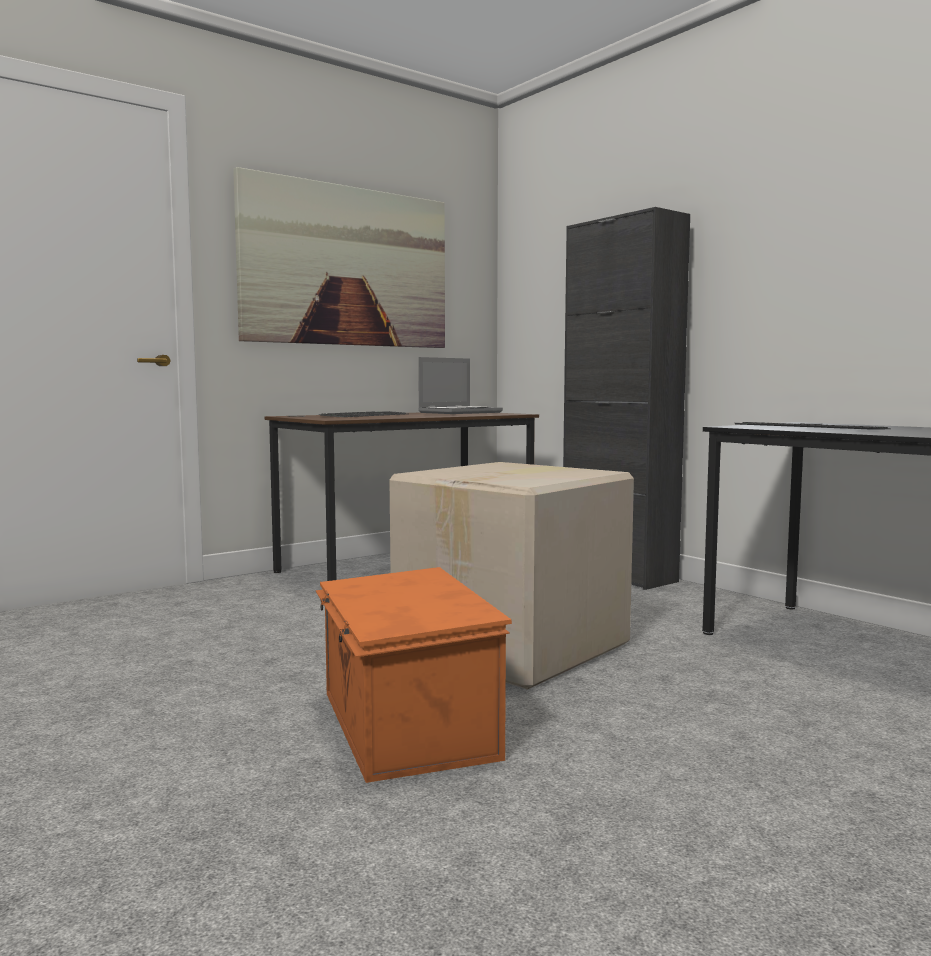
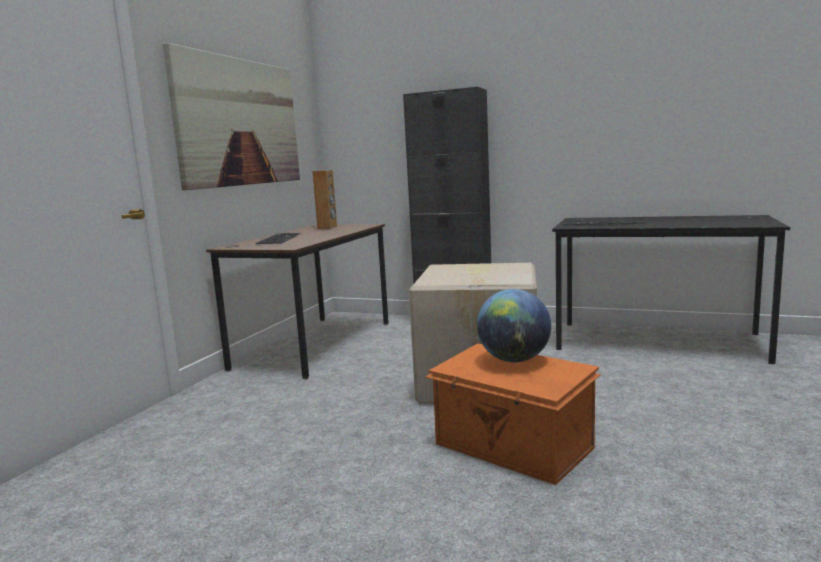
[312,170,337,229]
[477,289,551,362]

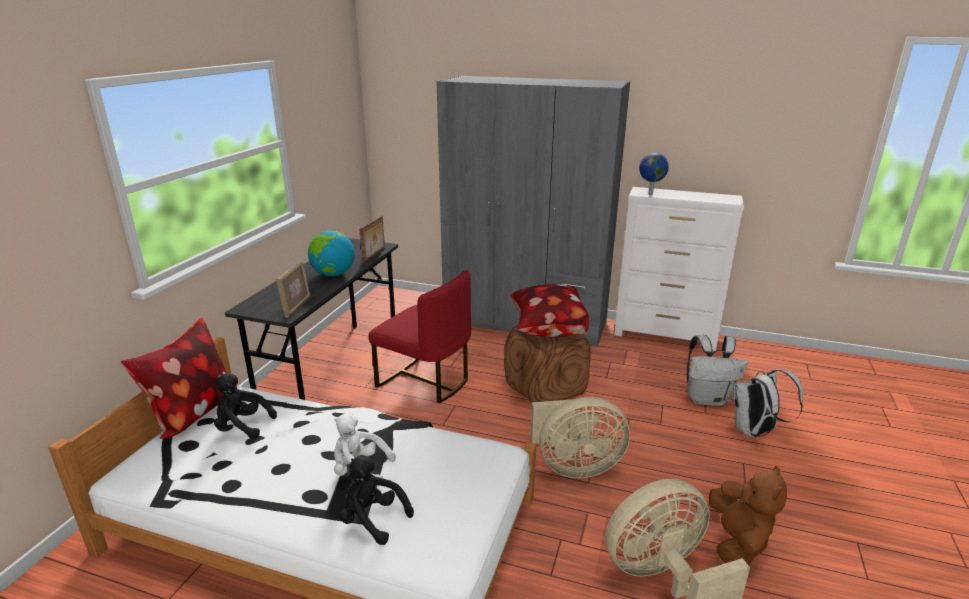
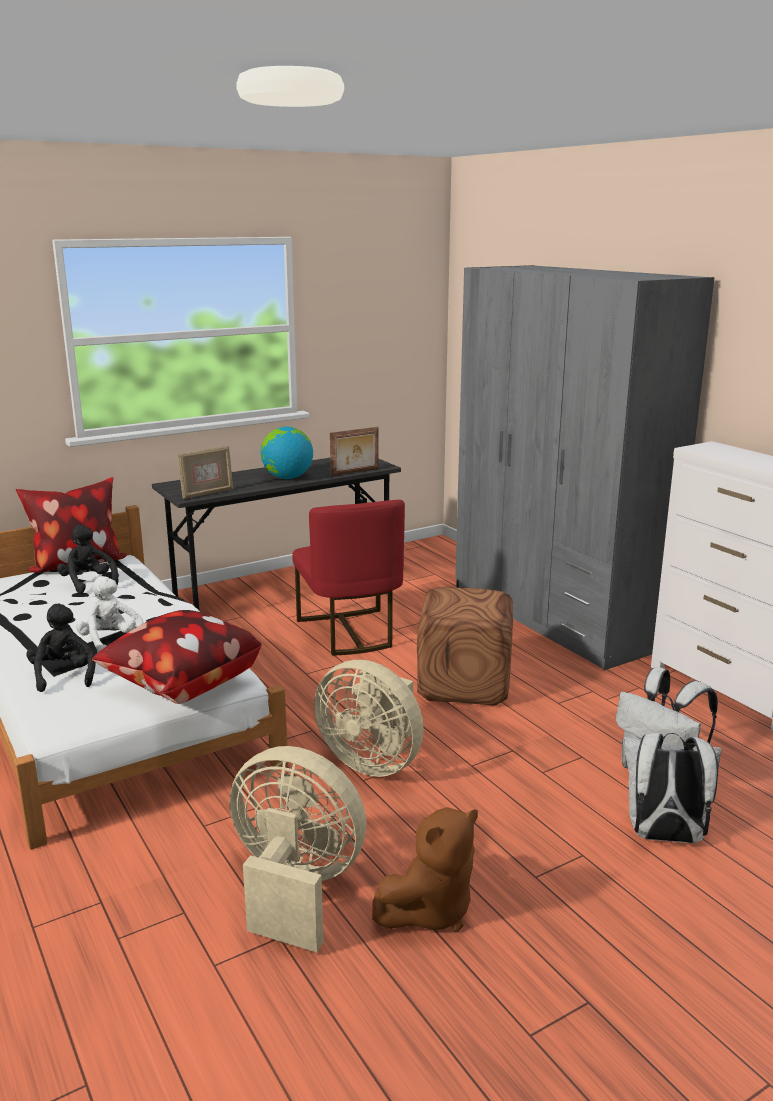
[639,153,669,195] (first image)
[92,610,262,704]

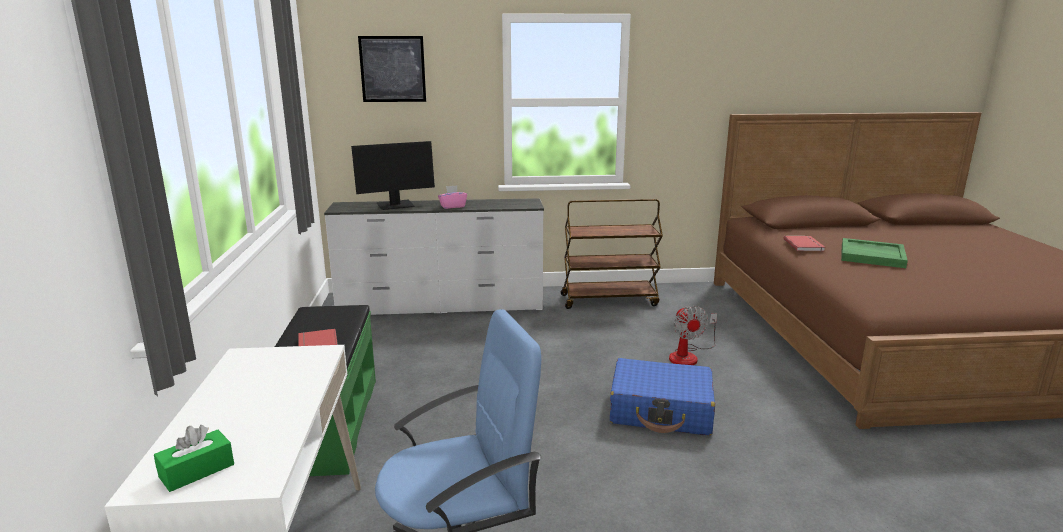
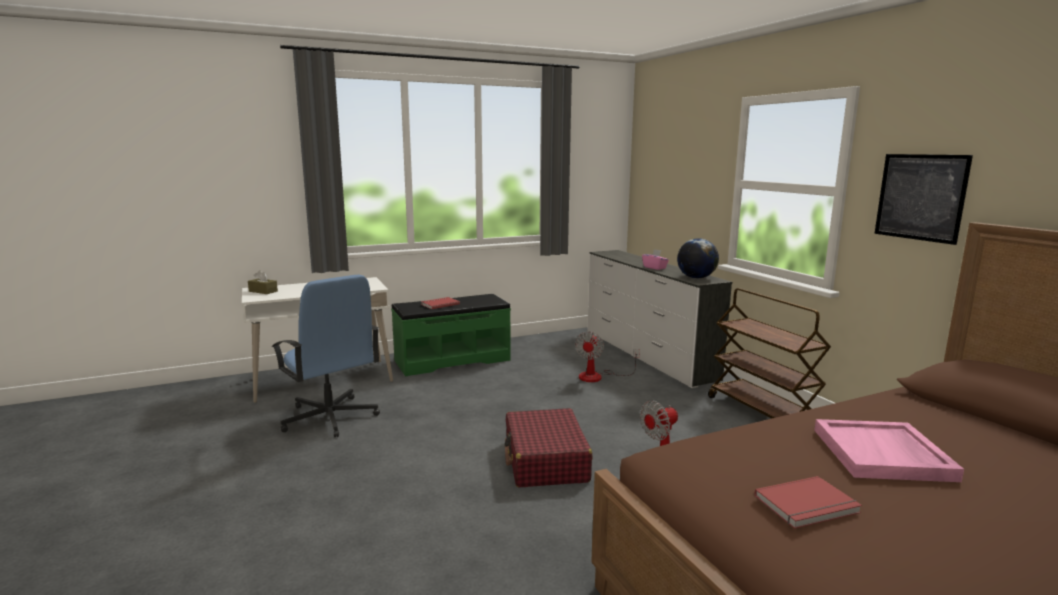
[874,154,973,245]
[351,141,435,210] (first image)
[754,476,862,529]
[814,419,964,482]
[505,408,593,487]
[248,270,278,294]
[677,238,719,279]
[575,331,640,382]

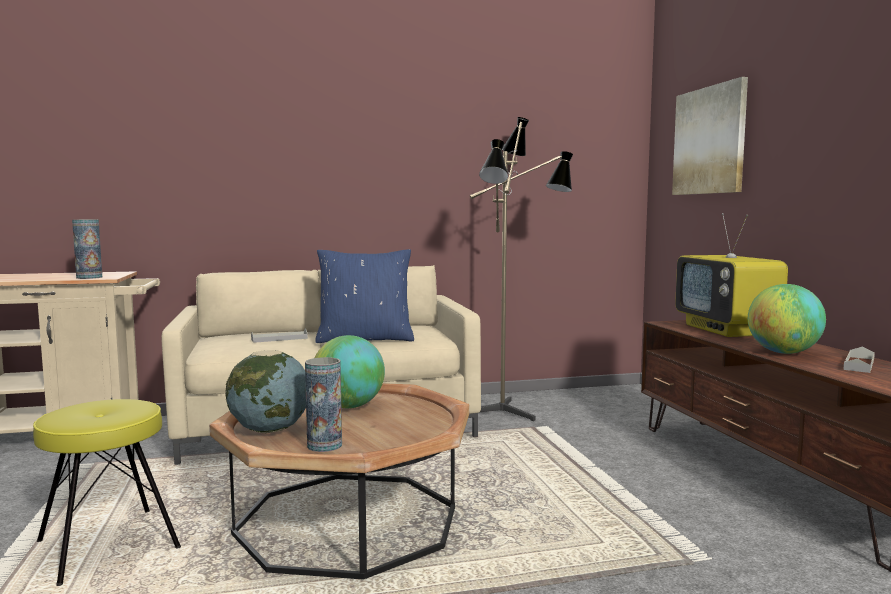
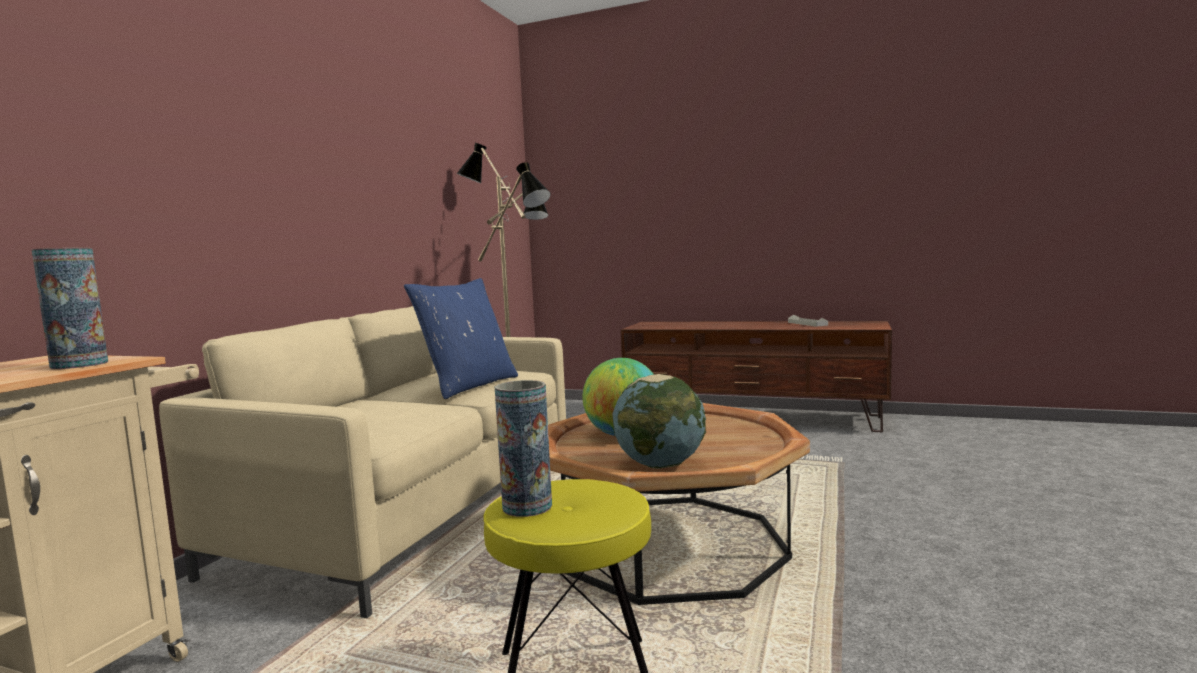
[672,77,748,195] (first image)
[675,213,788,337] (first image)
[748,284,826,354] (first image)
[251,328,308,343] (first image)
[495,380,552,517]

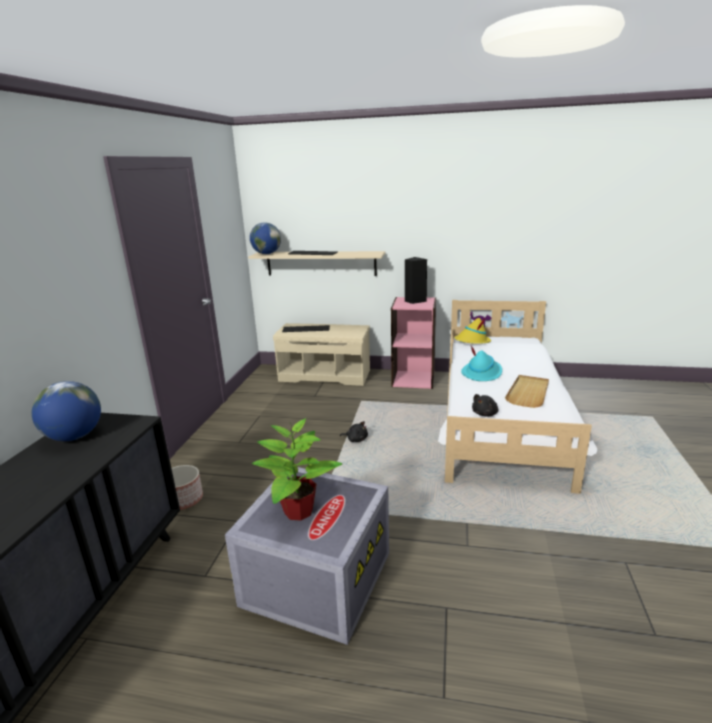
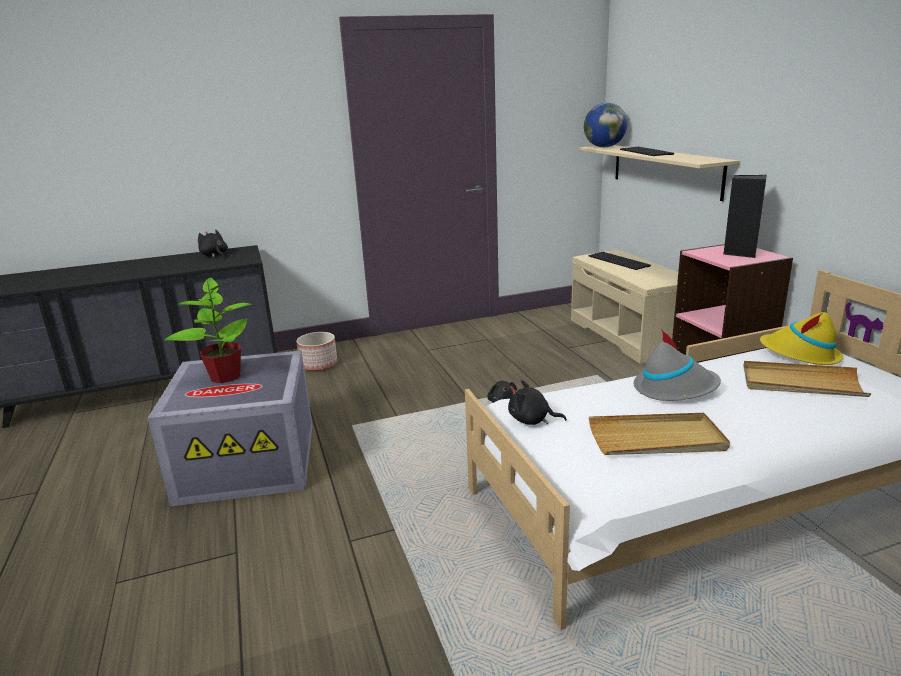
[634,329,721,401]
[198,230,228,257]
[743,361,871,397]

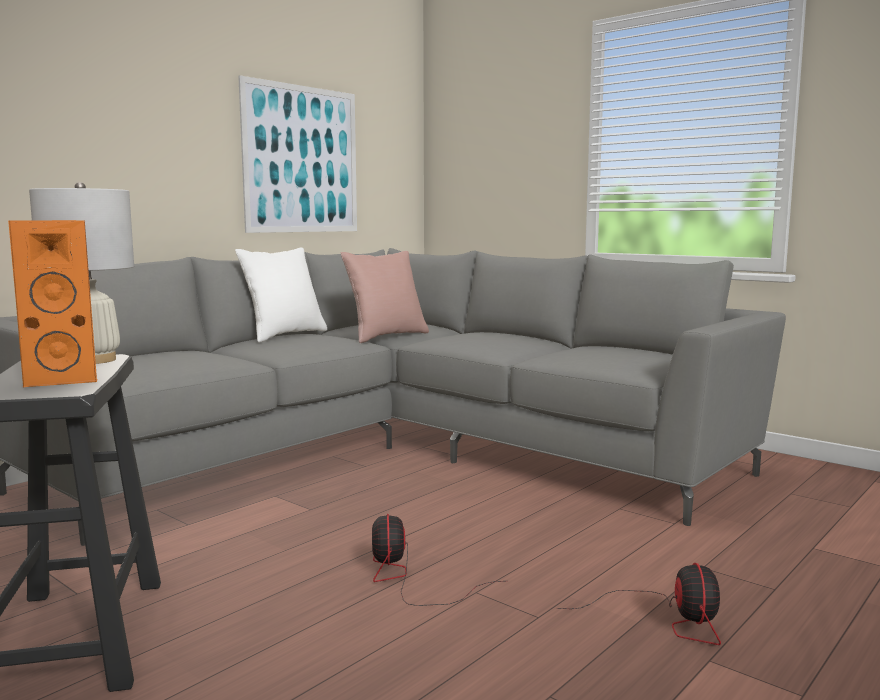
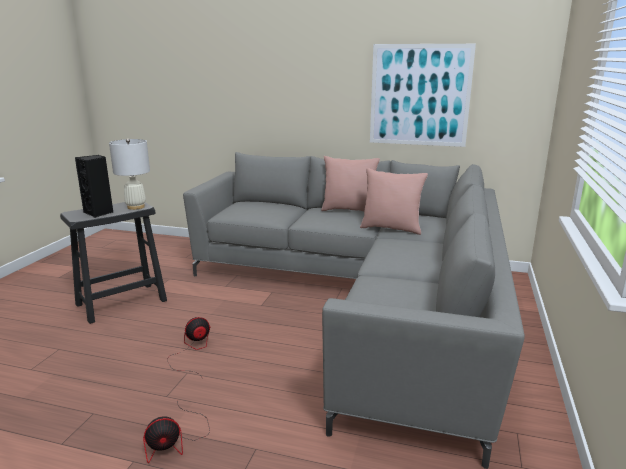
[75,155,113,218]
[321,156,380,211]

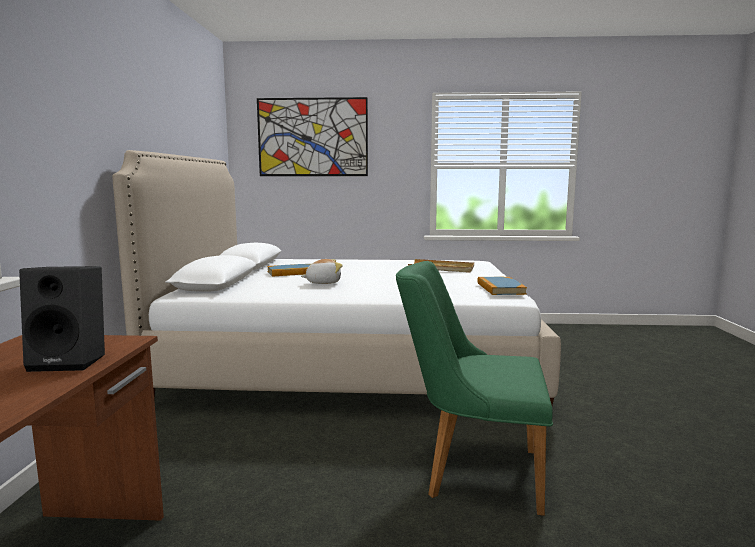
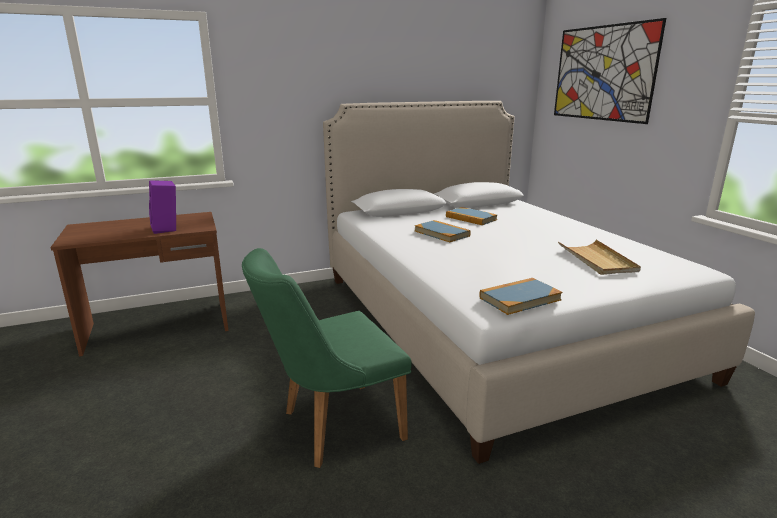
[415,220,471,242]
[242,248,412,468]
[149,180,176,234]

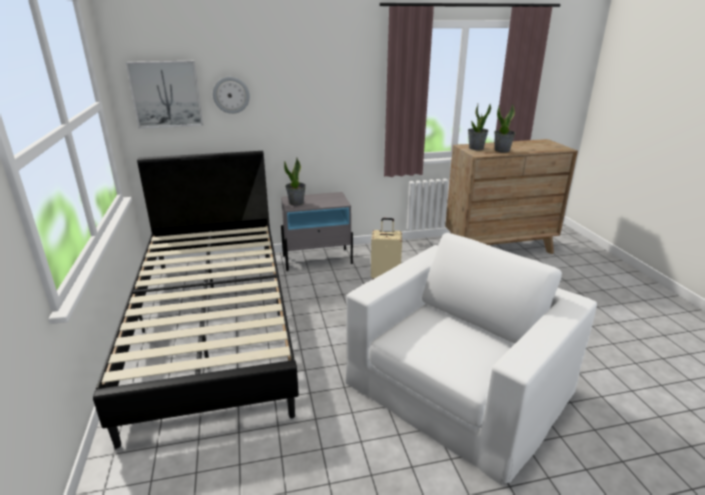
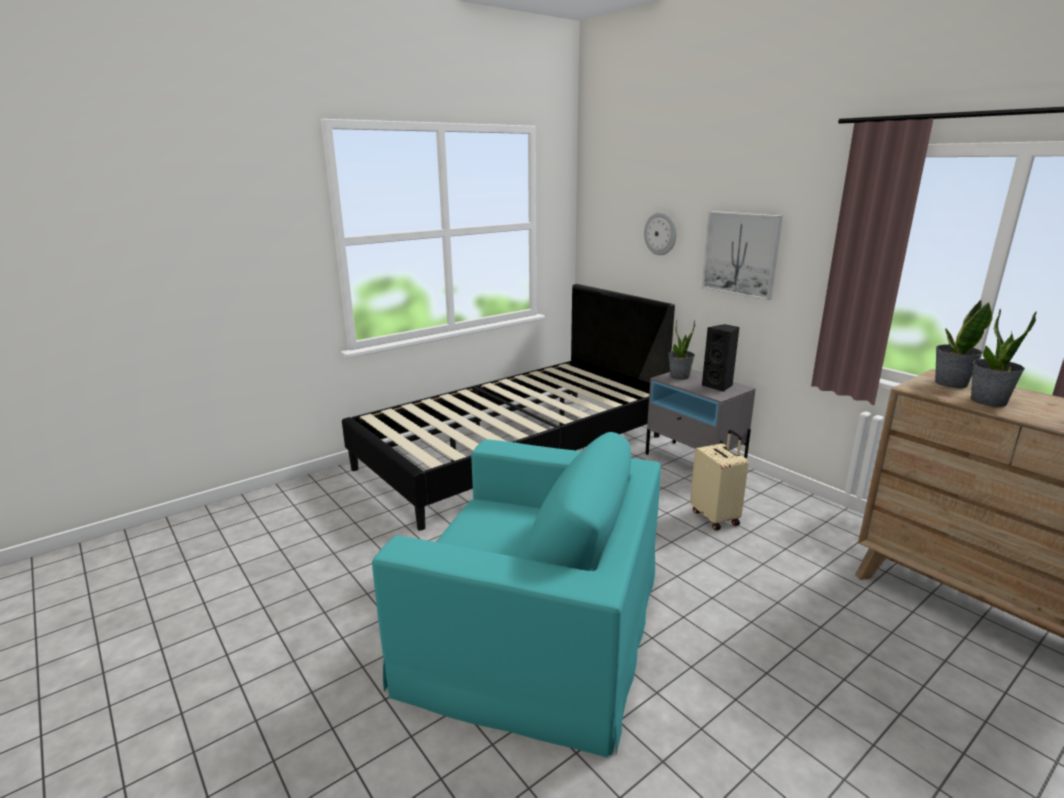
[702,211,783,300]
[372,432,661,758]
[702,324,739,392]

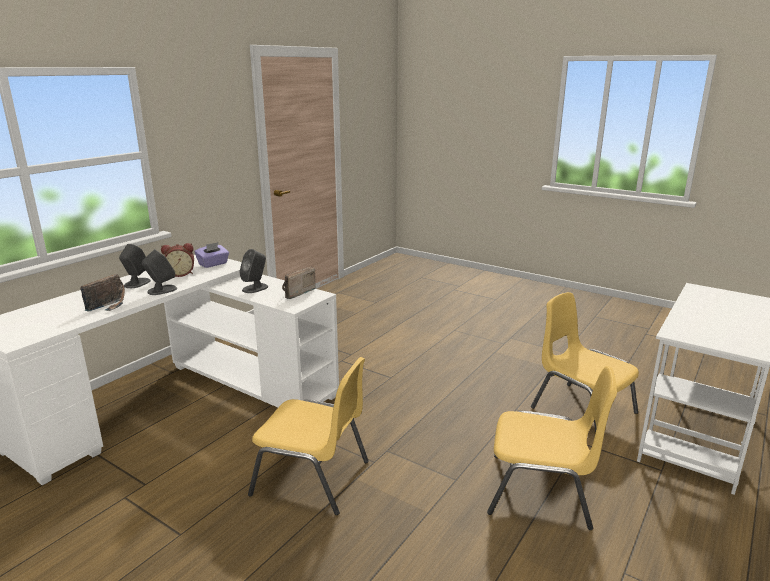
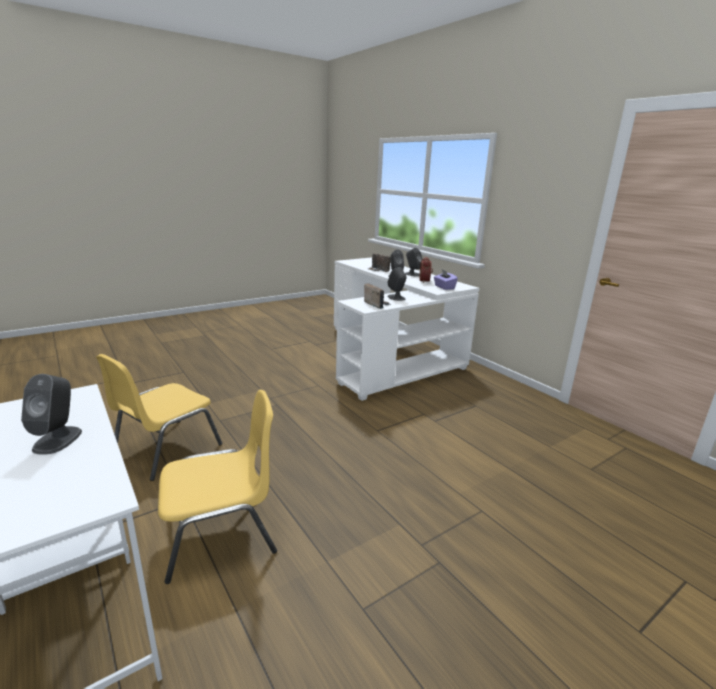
[248,357,369,515] (first image)
[21,374,82,455]

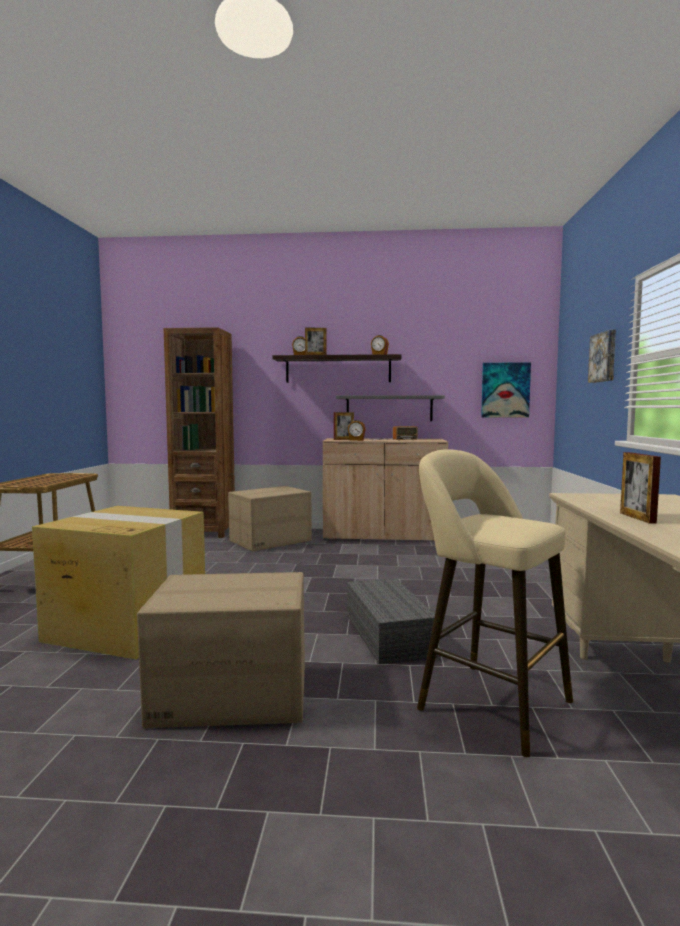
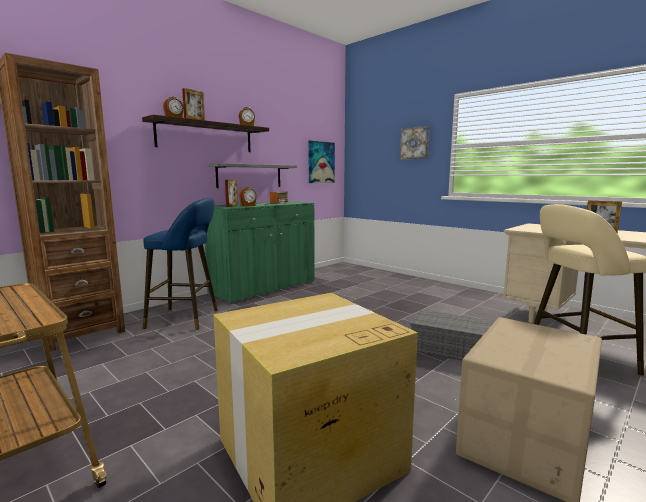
[205,201,315,304]
[143,198,218,330]

